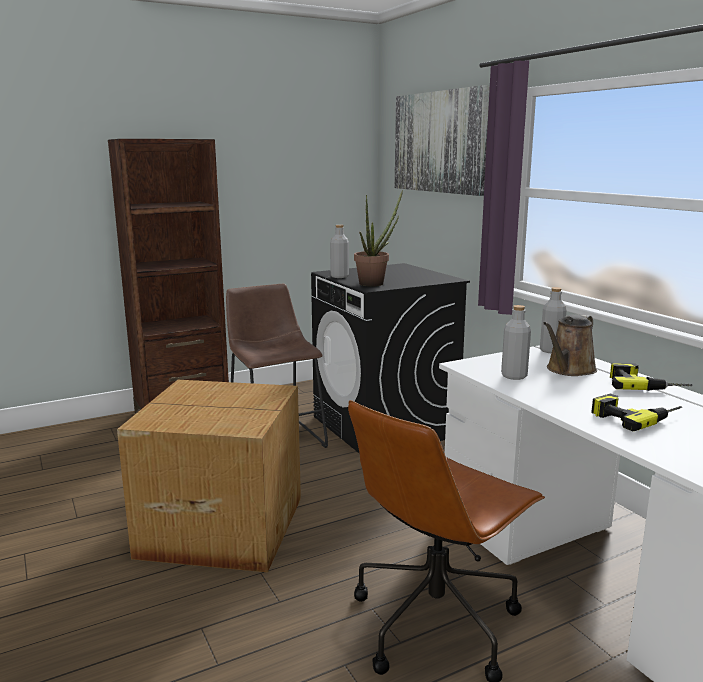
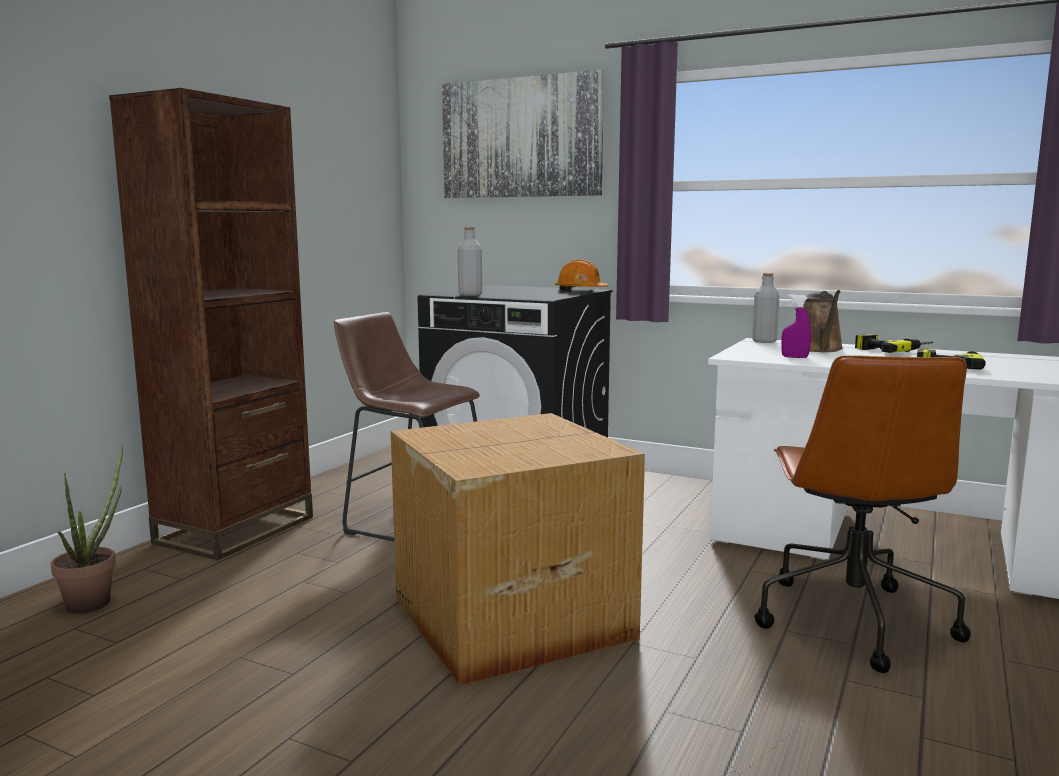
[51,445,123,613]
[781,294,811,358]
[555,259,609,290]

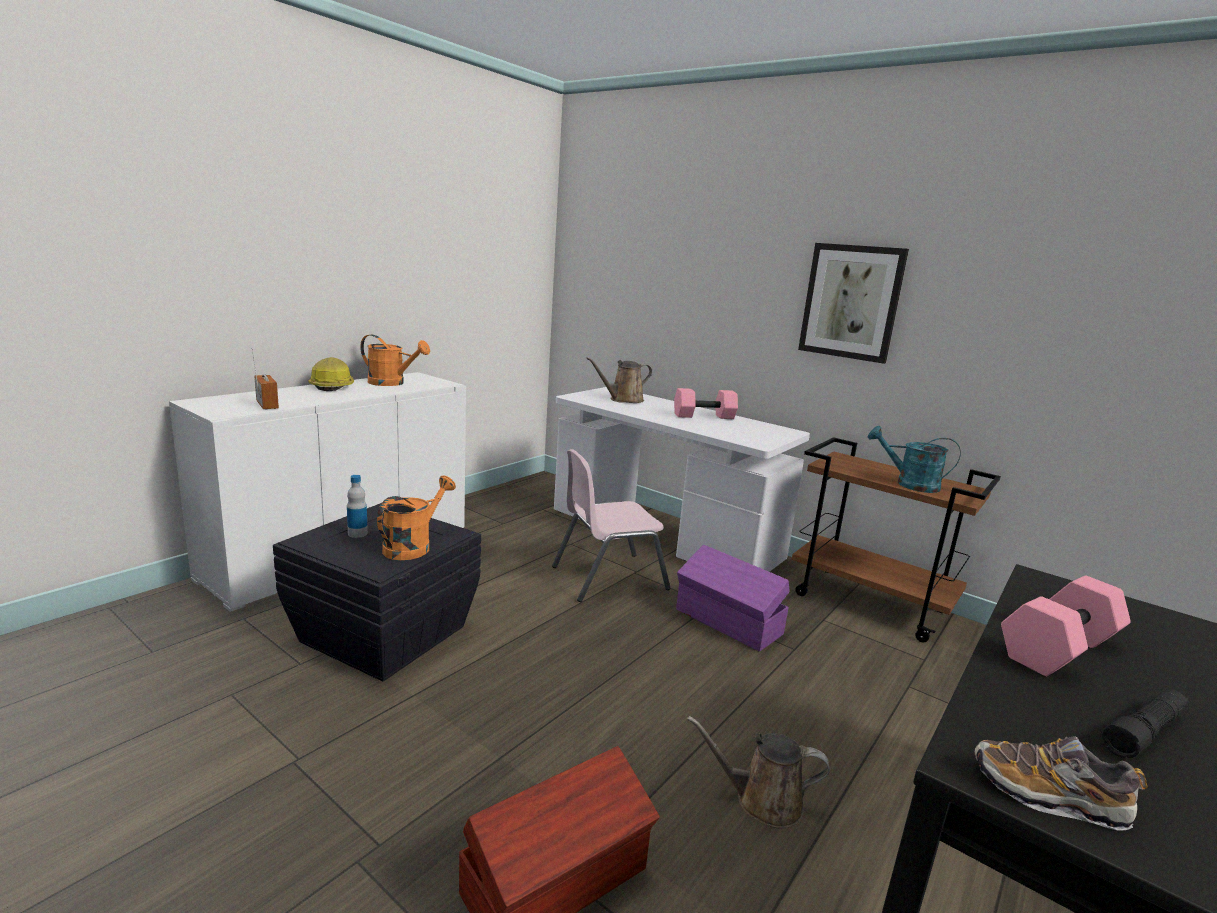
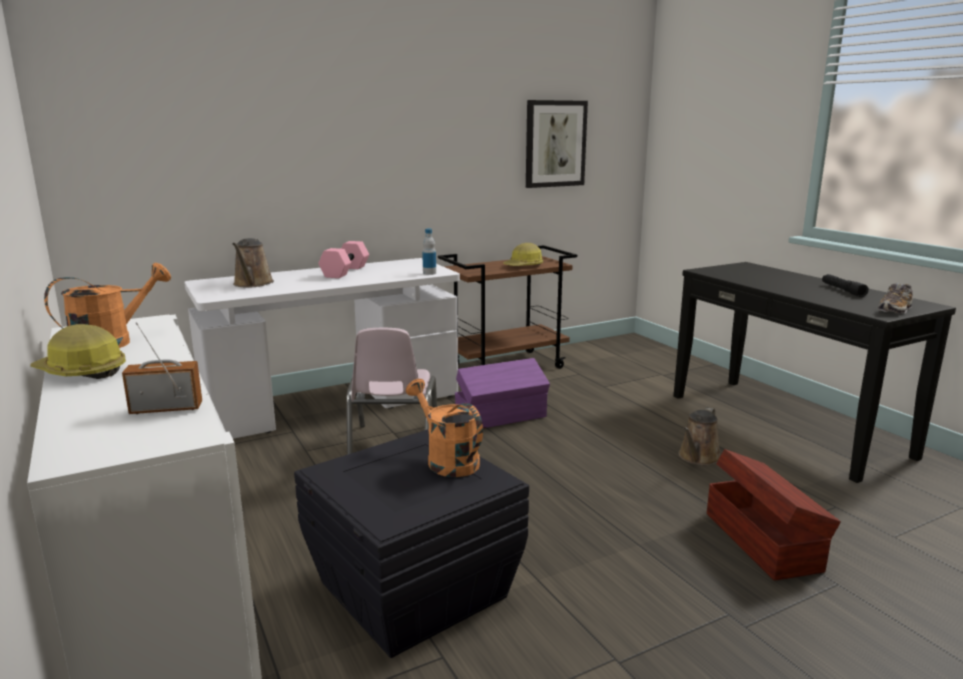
[526,100,588,188]
[503,243,543,266]
[422,229,436,275]
[1001,576,1131,676] (first image)

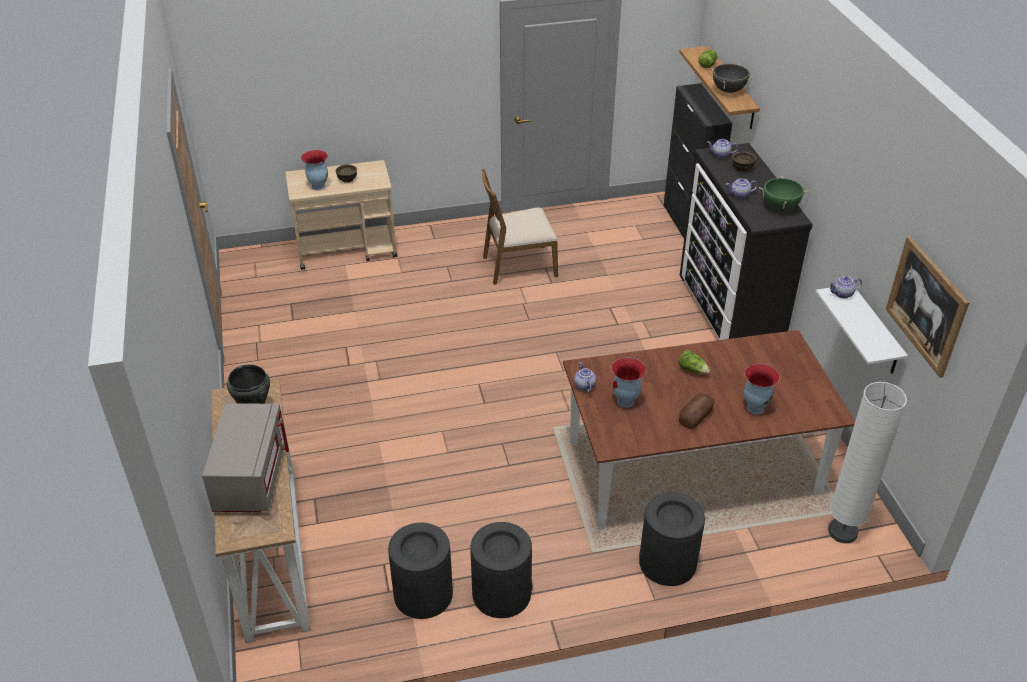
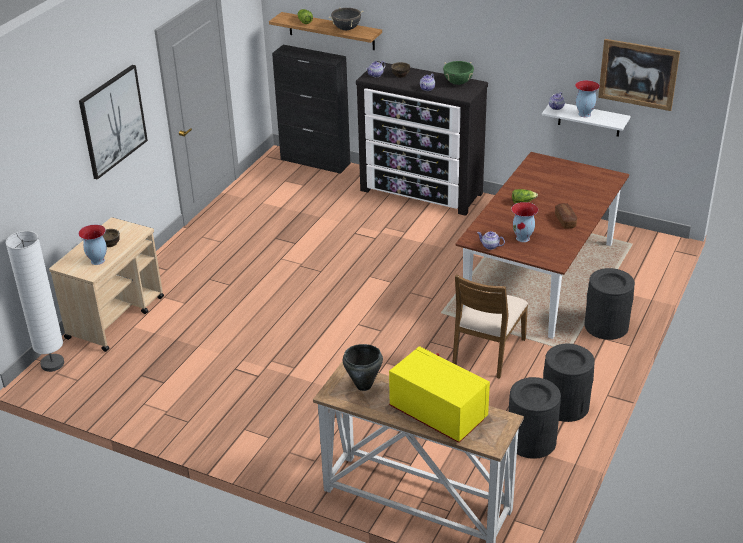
[452,274,528,379]
[575,80,600,117]
[6,231,64,372]
[389,346,490,443]
[79,65,148,180]

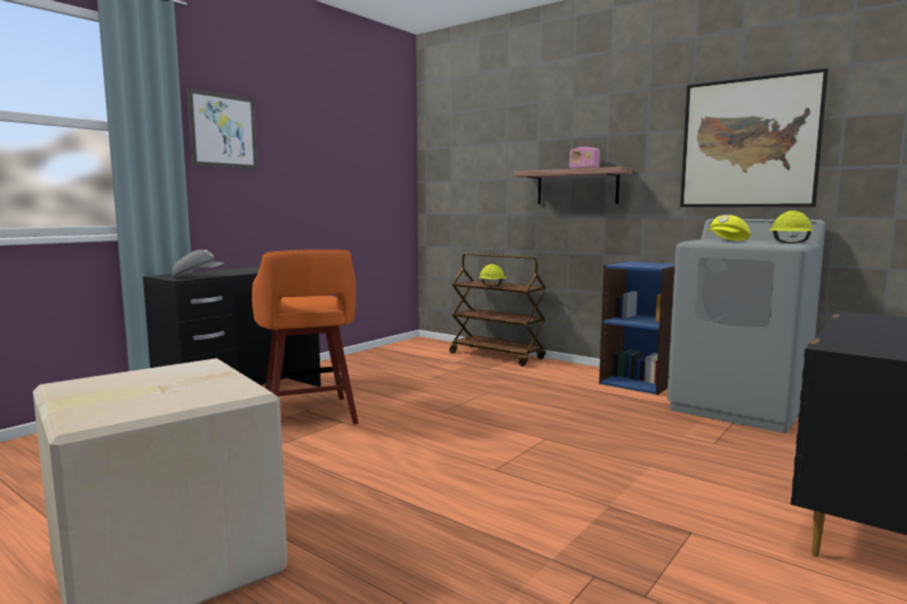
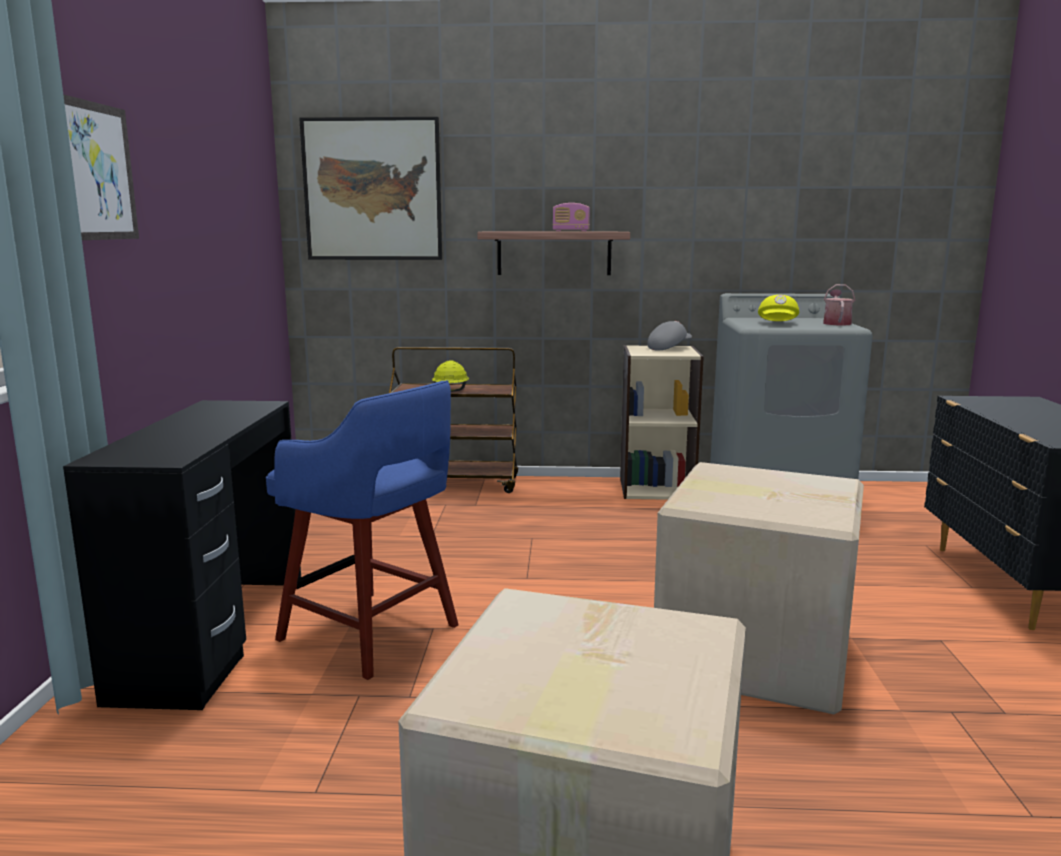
[299,117,442,260]
[823,284,855,326]
[647,321,692,350]
[266,380,459,680]
[620,345,704,500]
[654,462,864,714]

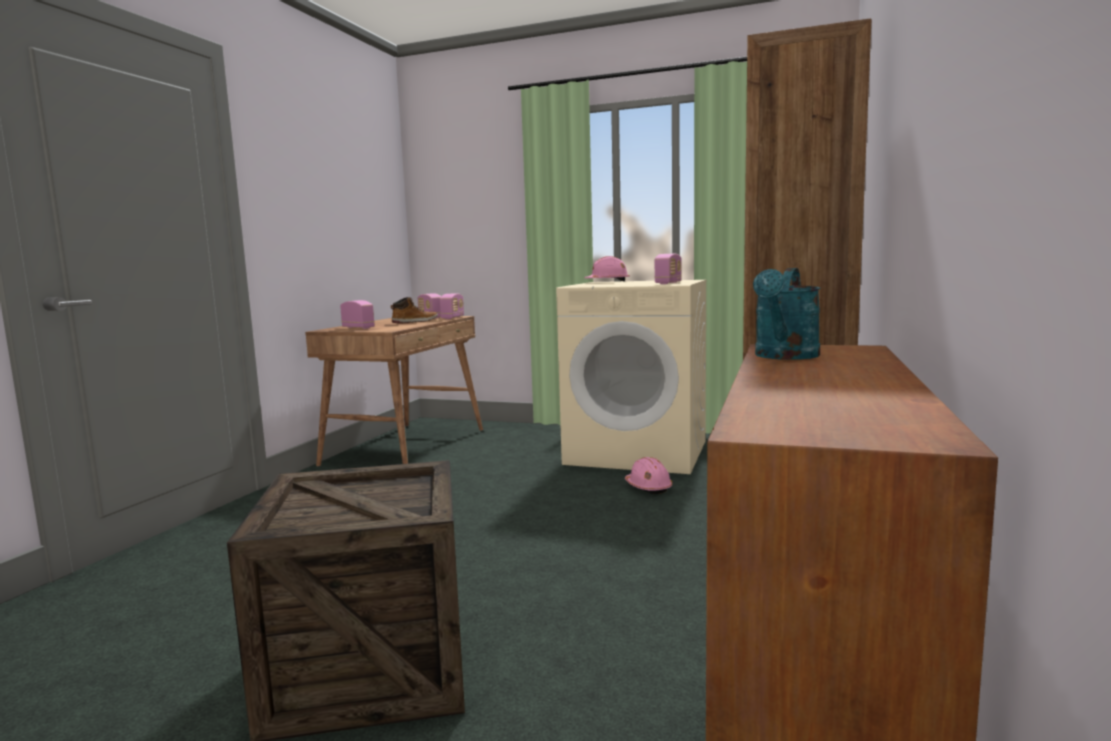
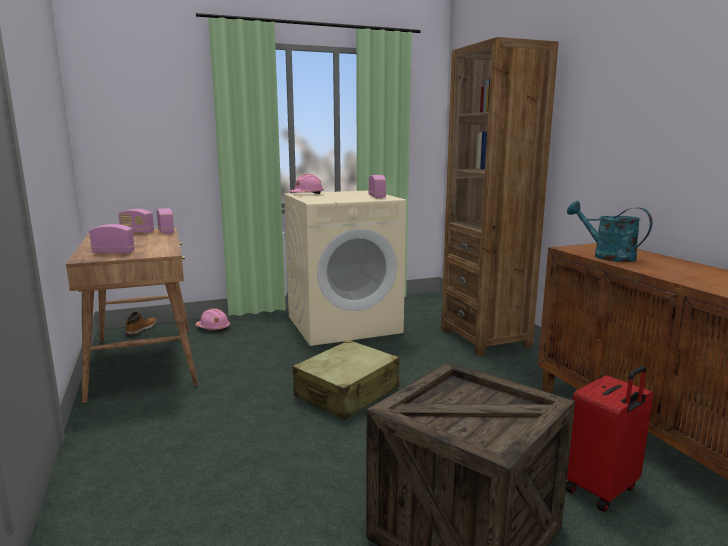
[567,201,652,262]
[125,312,156,336]
[196,308,230,332]
[292,340,399,420]
[566,366,653,512]

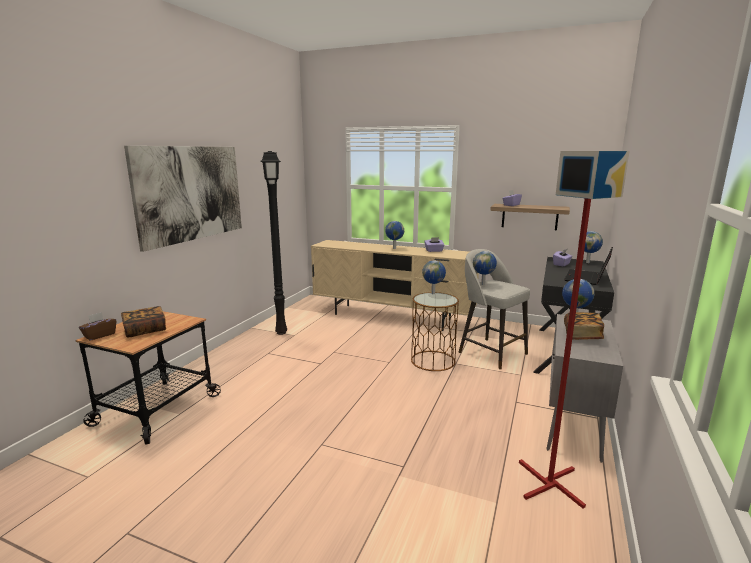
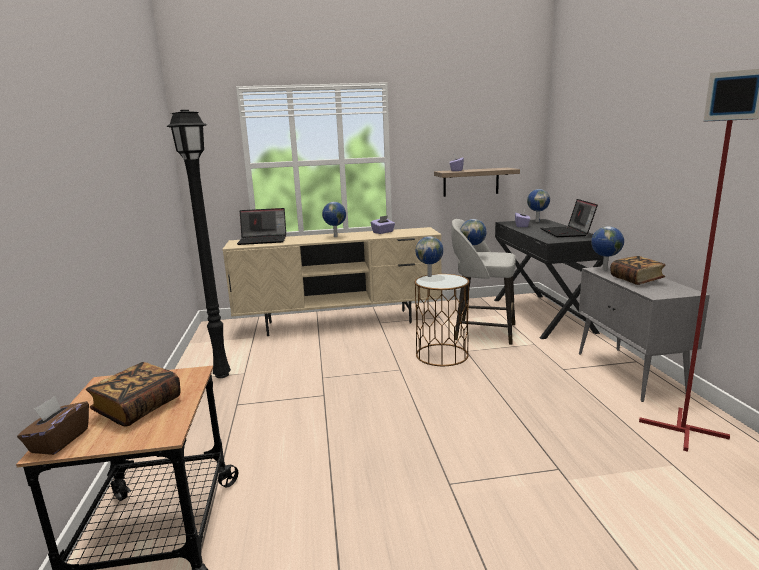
[124,146,242,252] (first image)
[237,208,286,245]

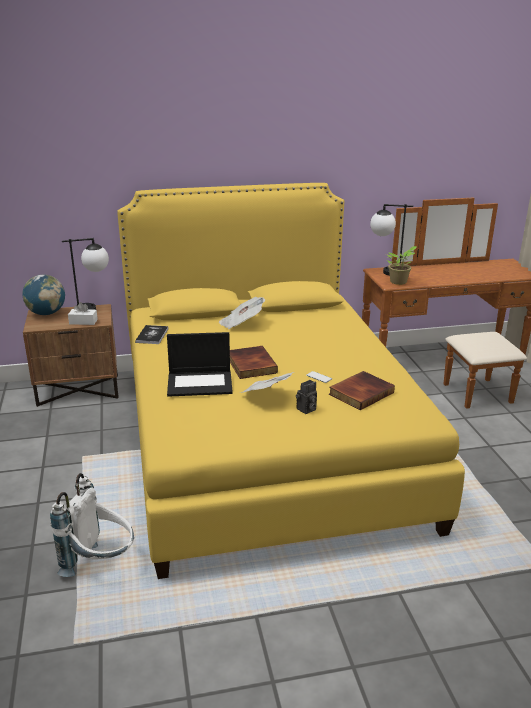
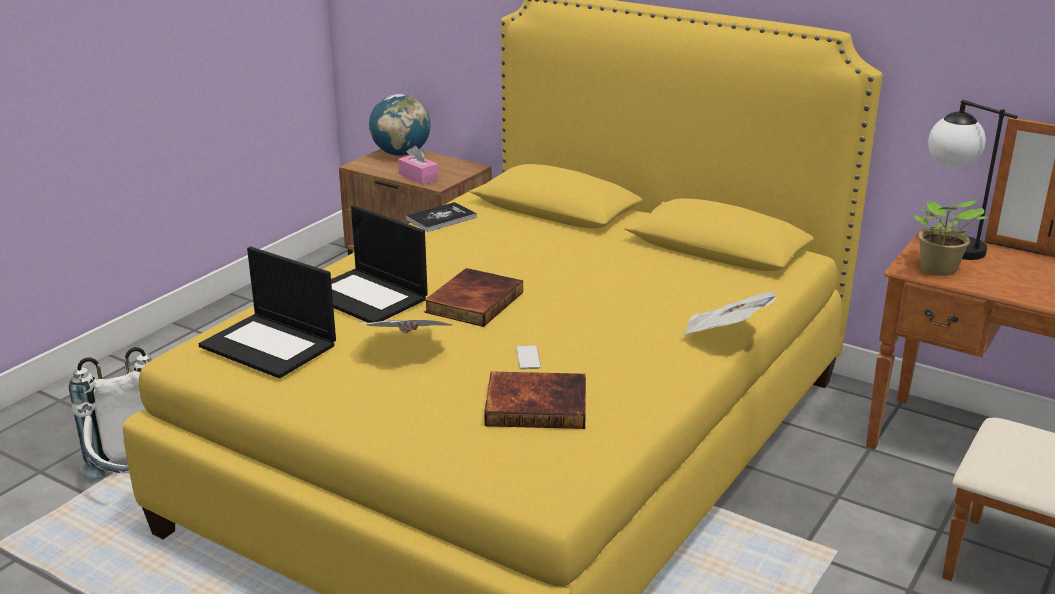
[62,238,109,310] (first image)
[682,291,777,335]
[398,146,439,185]
[296,380,317,414] (first image)
[198,247,336,378]

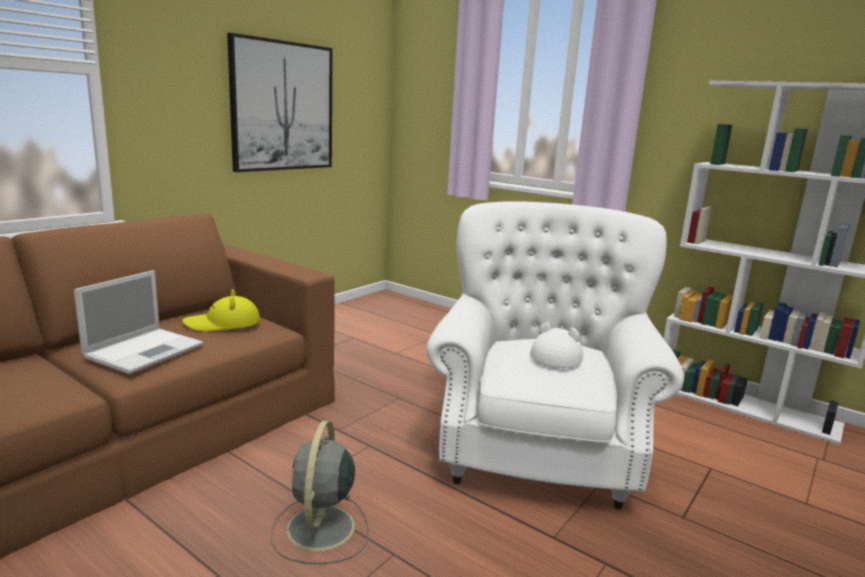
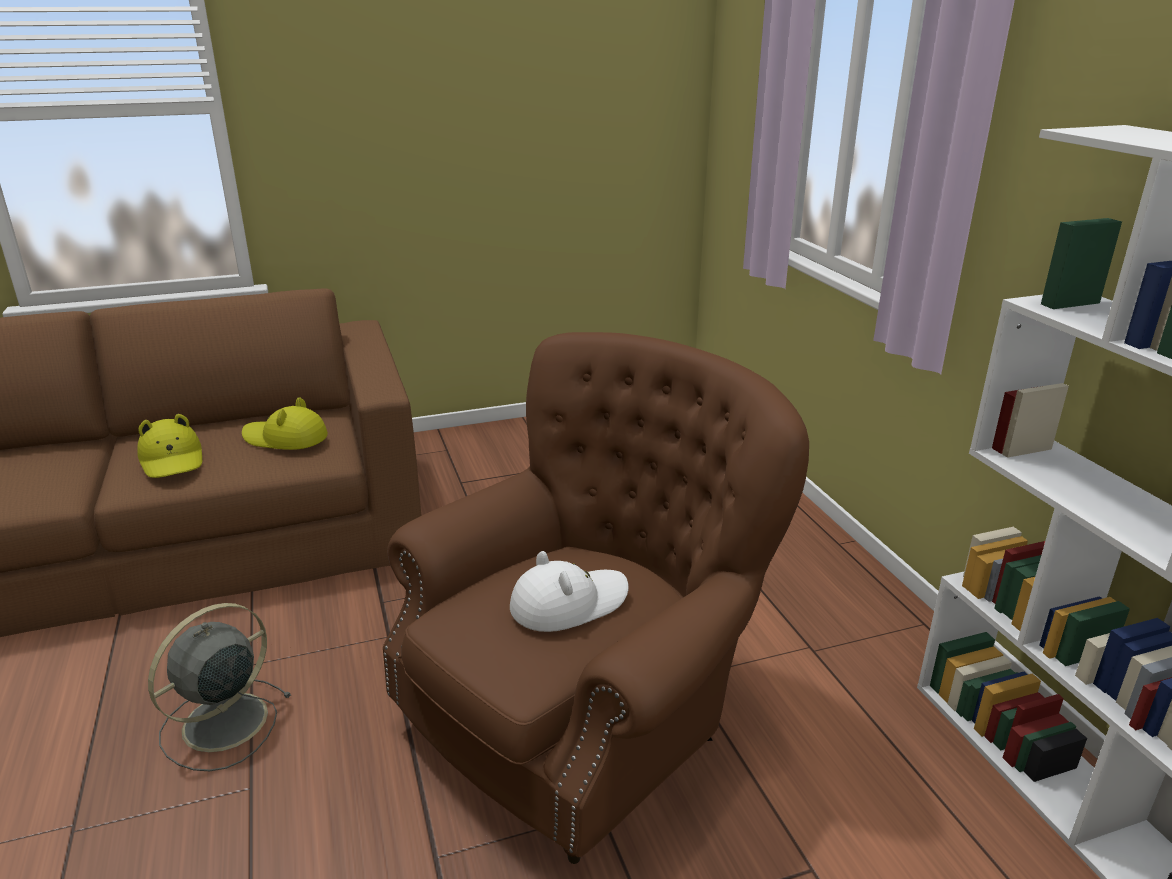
[227,33,333,172] (first image)
[383,332,809,864]
[137,414,202,478]

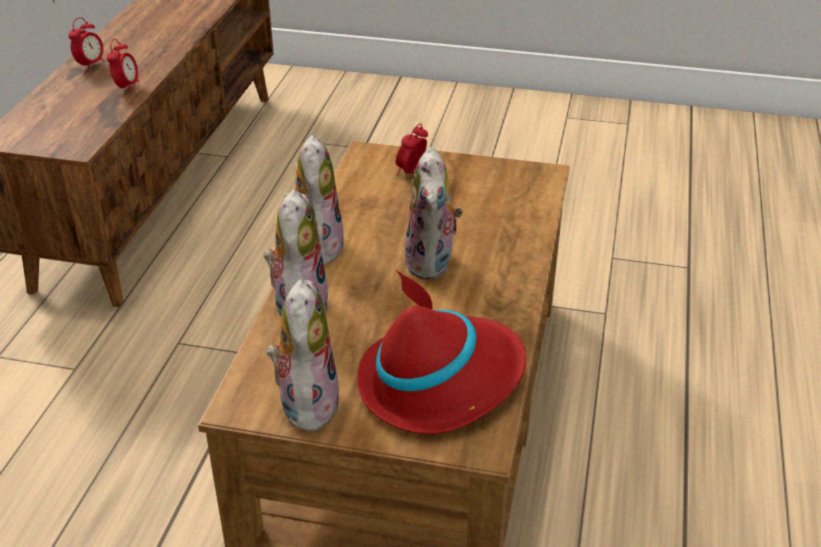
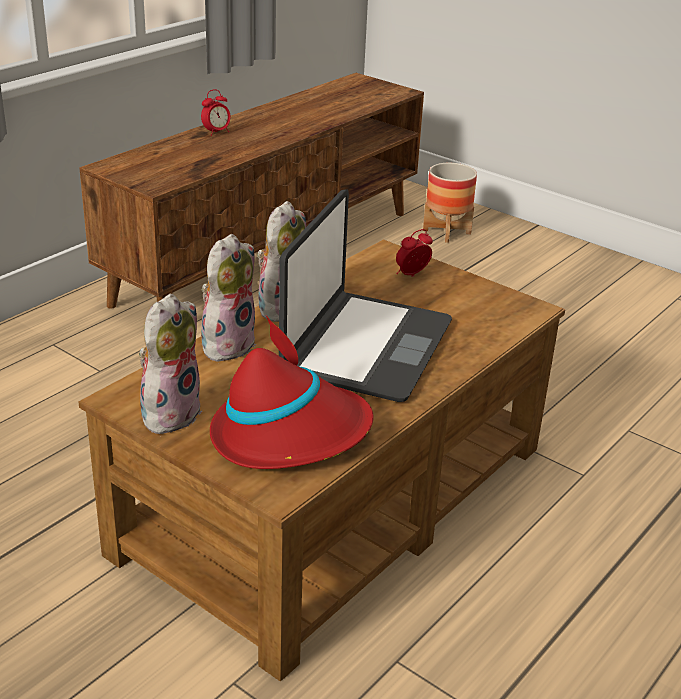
[107,39,139,93] (first image)
[279,189,452,402]
[423,163,477,243]

